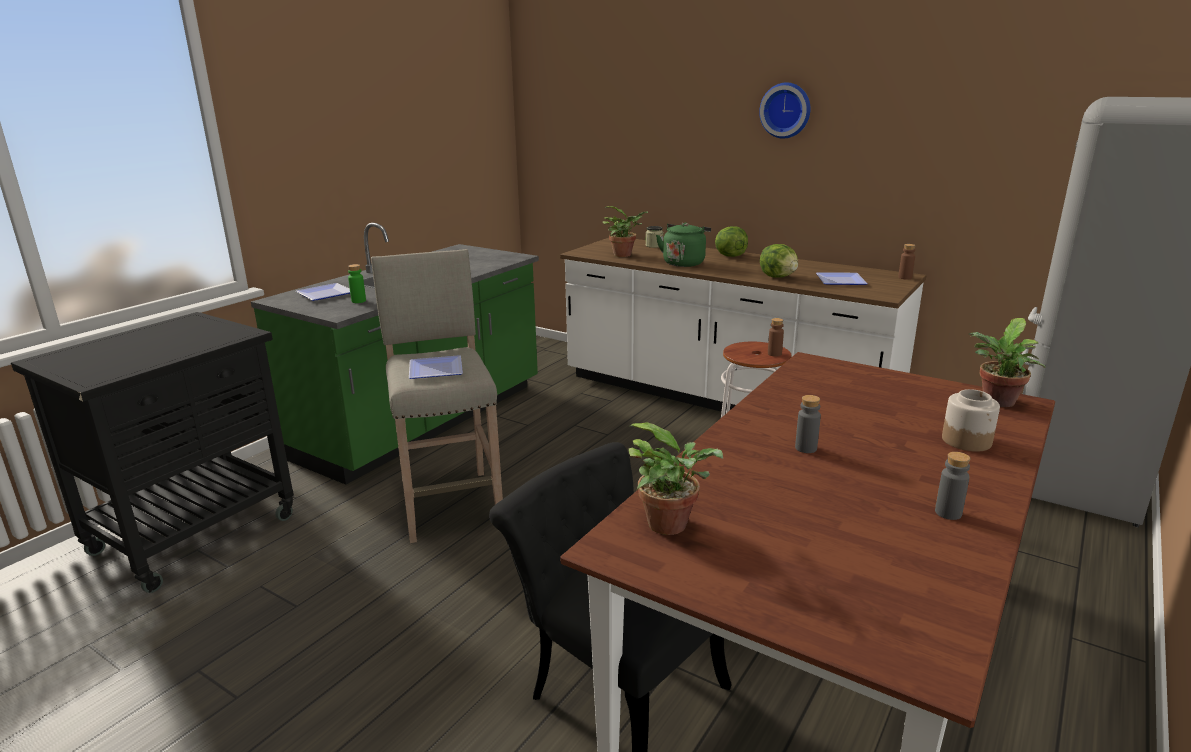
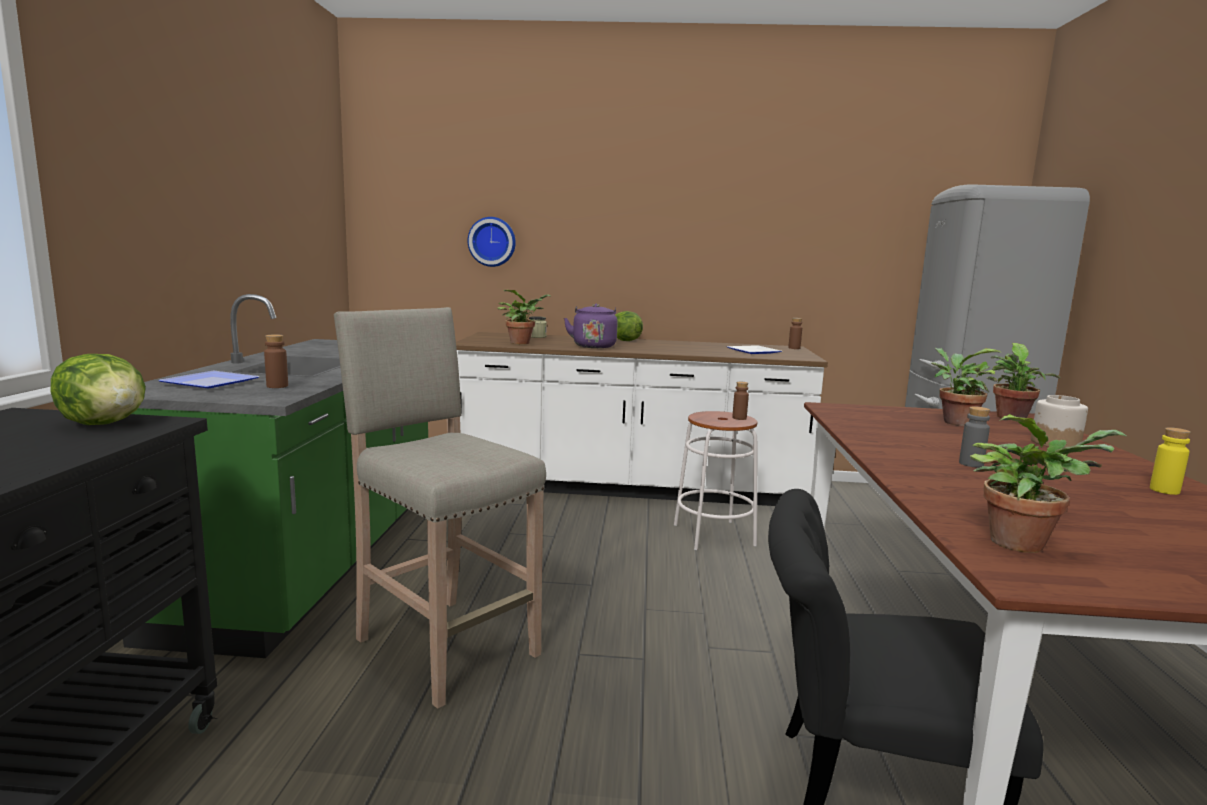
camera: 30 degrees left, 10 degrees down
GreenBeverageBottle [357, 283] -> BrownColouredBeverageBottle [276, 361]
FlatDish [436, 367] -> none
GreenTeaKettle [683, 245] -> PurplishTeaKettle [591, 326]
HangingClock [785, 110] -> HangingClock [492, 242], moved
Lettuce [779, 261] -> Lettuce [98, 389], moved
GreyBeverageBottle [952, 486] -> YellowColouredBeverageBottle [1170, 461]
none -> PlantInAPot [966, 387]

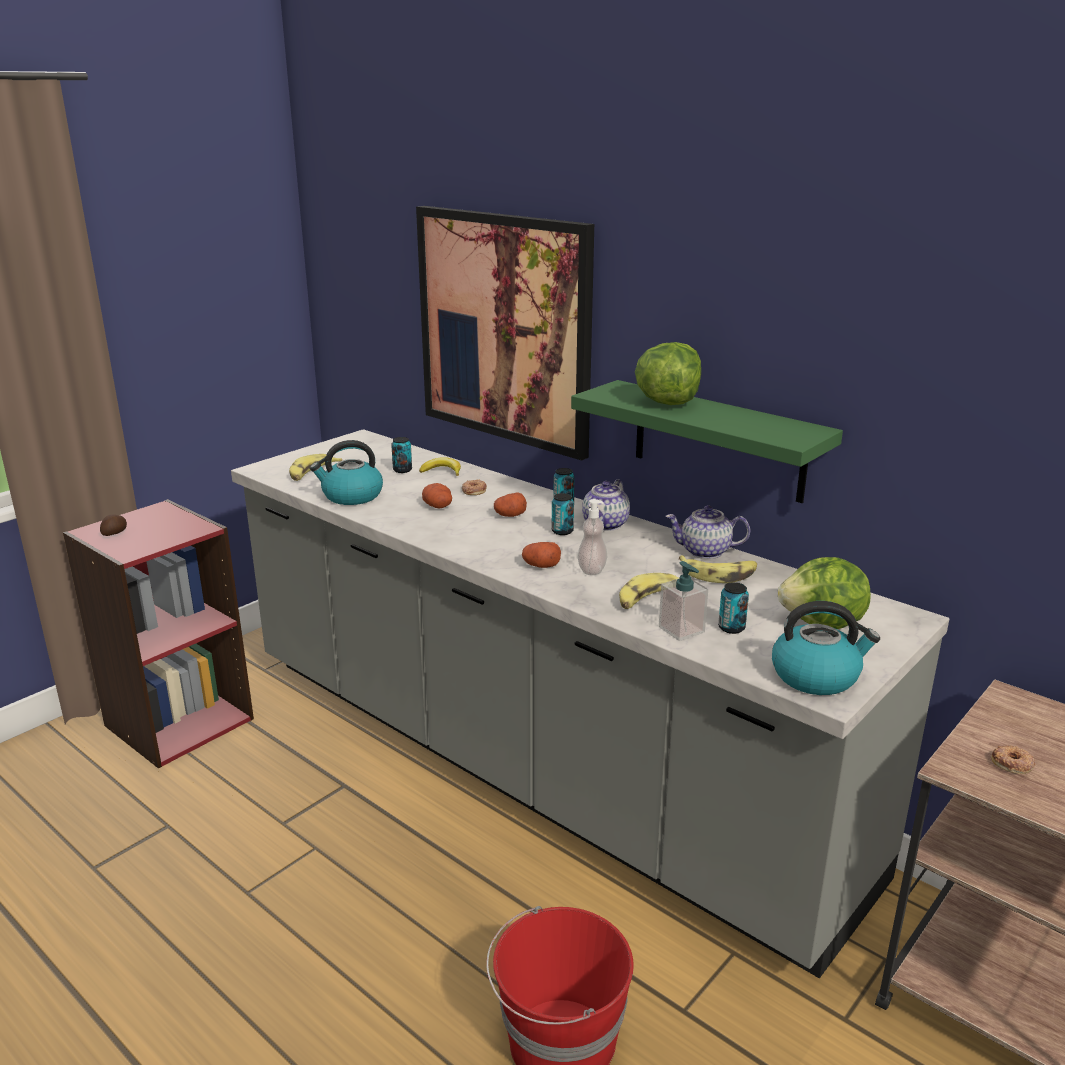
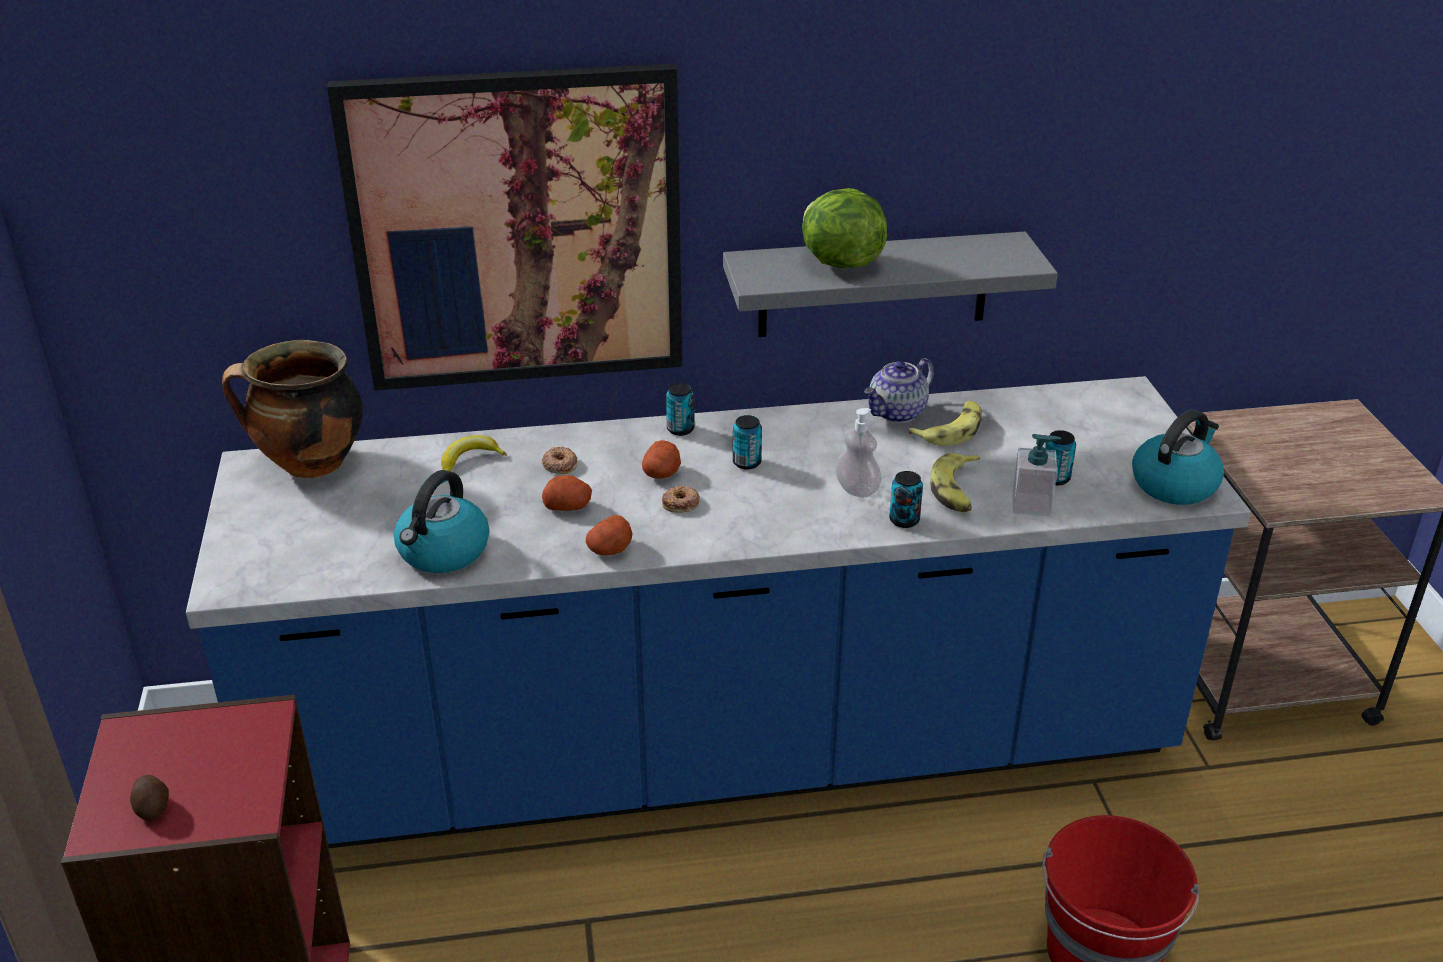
camera: 50 degrees left, 10 degrees up
GreyKitchenBaseUnit [590, 704] -> BluishKitchenBaseUnit [718, 612]
WholeBanana [315, 467] -> none
Can [401, 455] -> Can [906, 499], moved
Spud [541, 555] -> Spud [609, 535], moved
GreenBracketShelf [707, 441] -> GreyBracketShelf [890, 284]
Teapot [606, 505] -> none
Lettuce [824, 593] -> none
Doughnut [1013, 759] -> Doughnut [681, 499], moved
none -> Saucepot [292, 409]

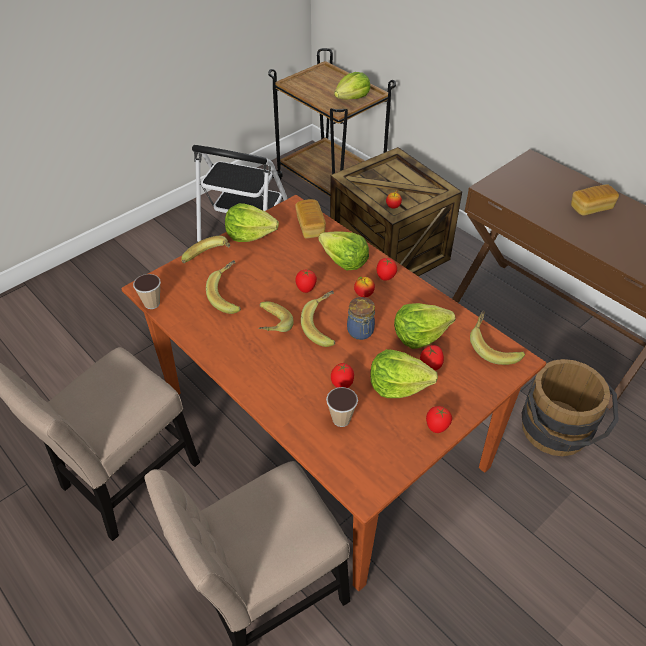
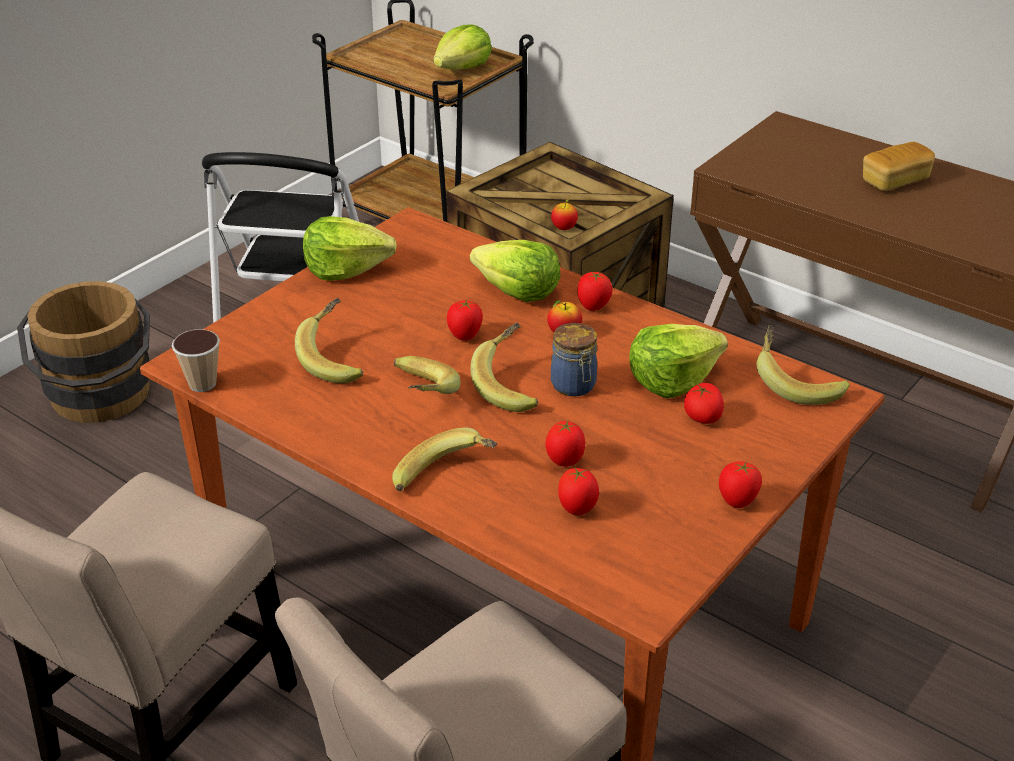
camera: 10 degrees left, 10 degrees down
WholeBanana [206, 249] -> WholeBanana [444, 459], moved
Bread [310, 218] -> none
DrinkingCup [342, 407] -> FreshTomato [578, 491]
Lettuce [404, 373] -> none
BrownColouredPail [570, 407] -> BrownColouredPail [83, 352], moved

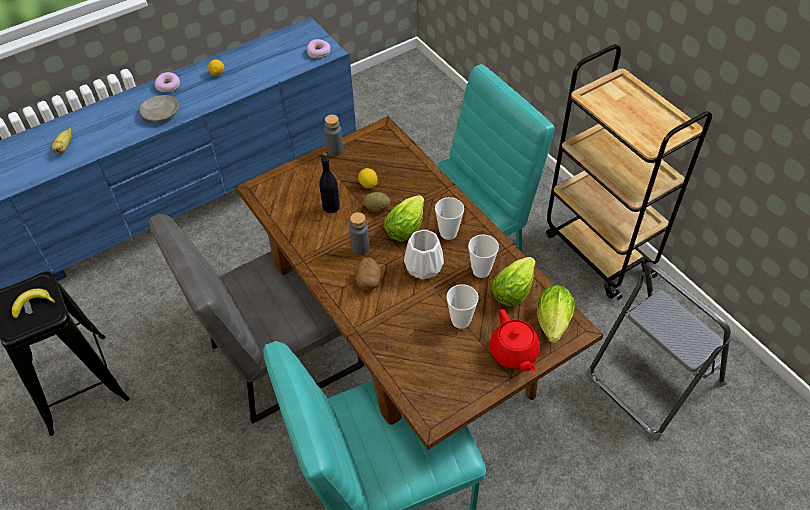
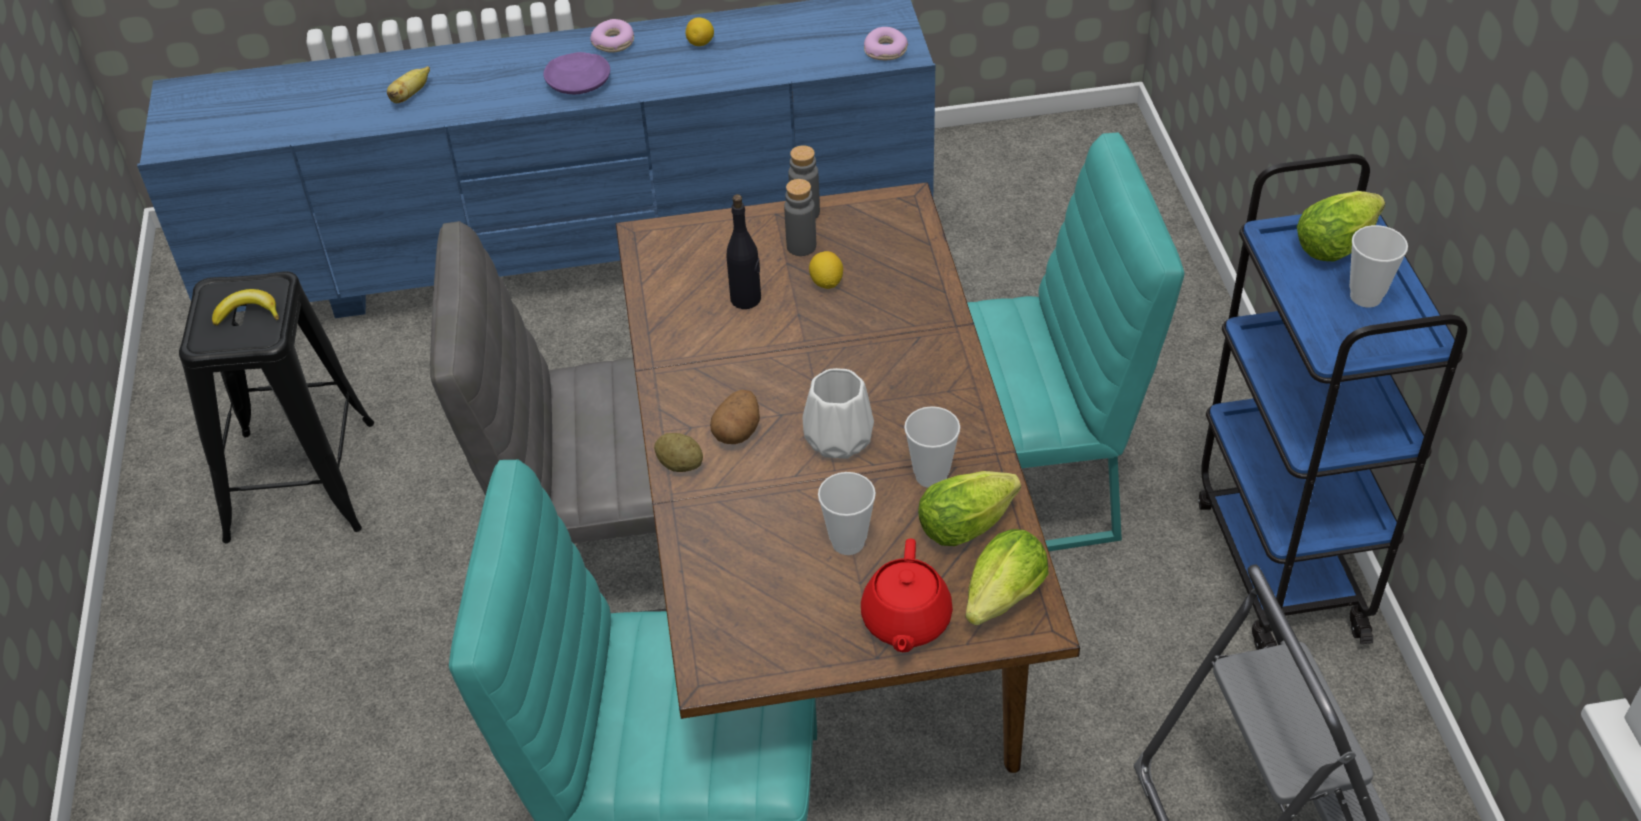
camera: 25 degrees right, 5 degrees down
BeigeColouredFlatDish [159, 108] -> PurplishFlatDish [576, 73]
GreyBeverageBottle [359, 233] -> GreyBeverageBottle [800, 217], moved
Spud [376, 202] -> Spud [678, 452], moved
Lettuce [404, 218] -> Lettuce [1341, 226], moved
DrinkingCup [449, 218] -> DrinkingCup [1379, 266], moved
BrownColouredCart [629, 172] -> BluishCart [1332, 402]

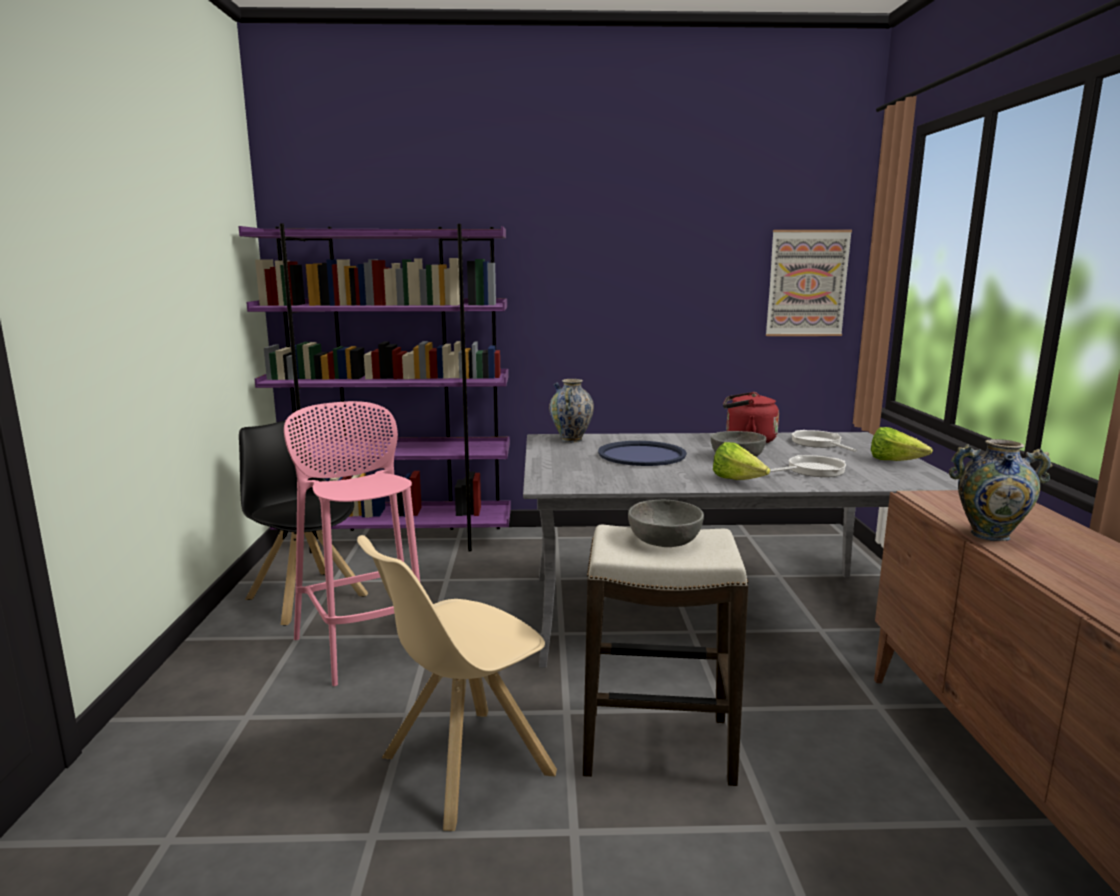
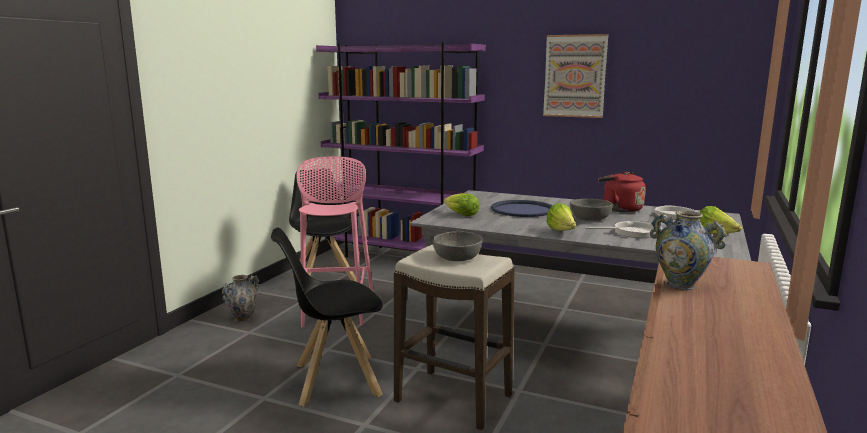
camera: 25 degrees right, 0 degrees up
BeigeColouredPlainChair [457, 683] -> BlackColouredPlainChair [327, 317]
Vase [571, 411] -> Vase [241, 298], moved
Picture [809, 283] -> Picture [575, 76], moved
none -> Lettuce [461, 204]

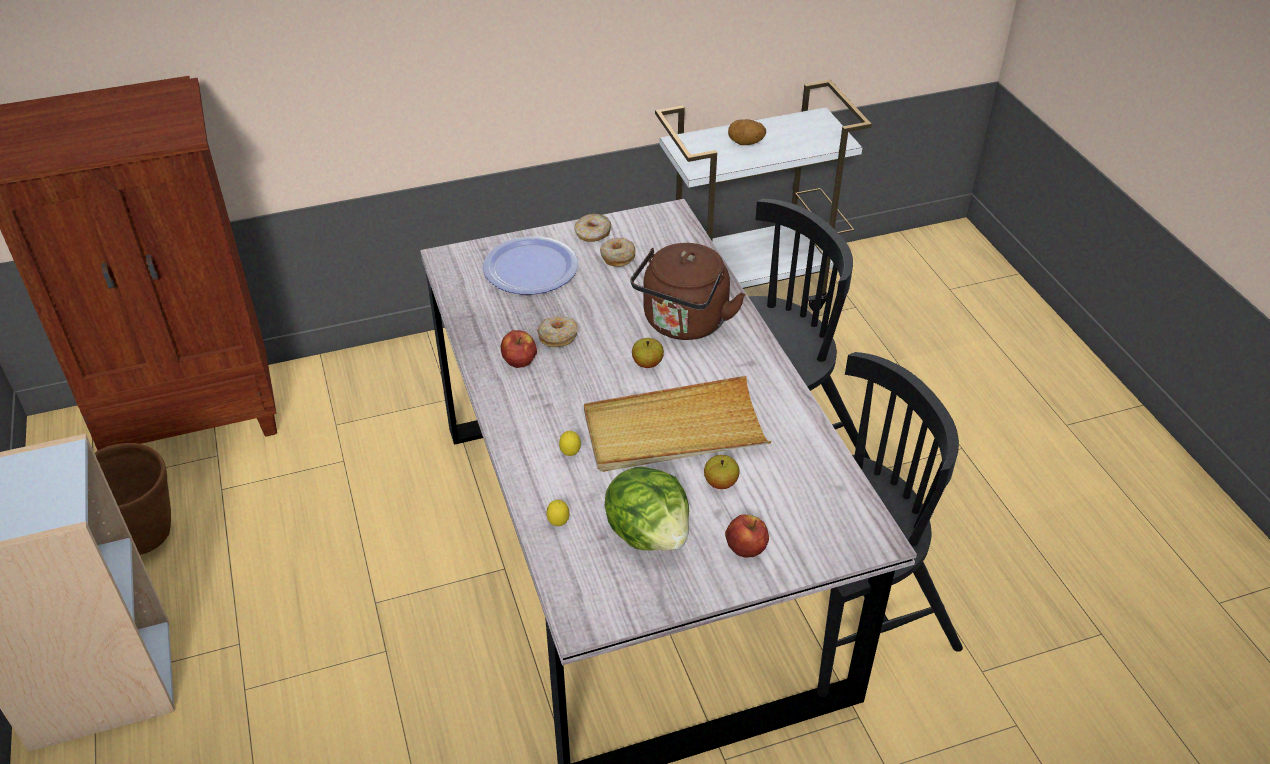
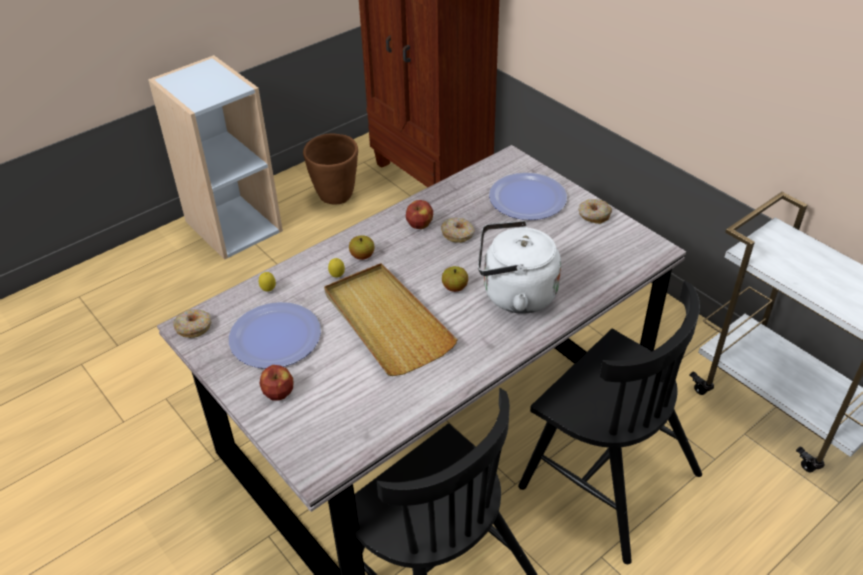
camera: 70 degrees right, 0 degrees up
Doughnut [618, 252] -> Doughnut [192, 323], moved
Lettuce [647, 508] -> FlatDish [275, 335]
BrownColouredTeaKettle [688, 291] -> WhiteTeaKettle [519, 267]
AppleFruit [722, 472] -> AppleFruit [361, 247], moved
Spud [747, 132] -> none

